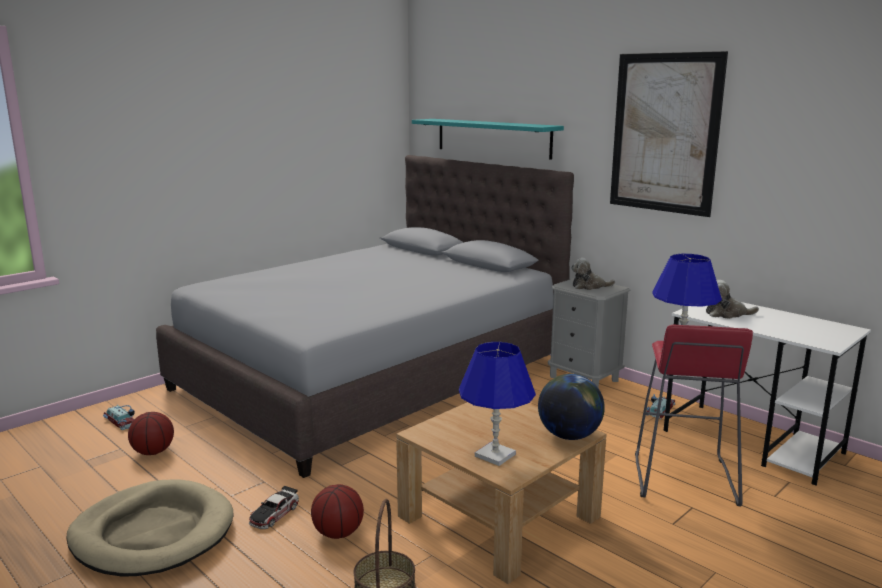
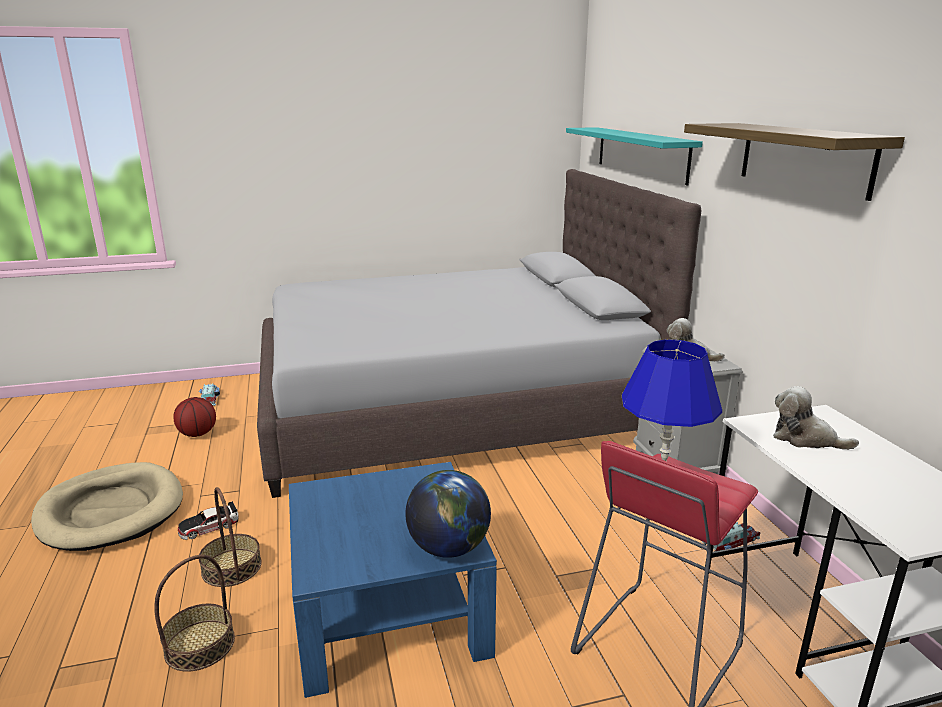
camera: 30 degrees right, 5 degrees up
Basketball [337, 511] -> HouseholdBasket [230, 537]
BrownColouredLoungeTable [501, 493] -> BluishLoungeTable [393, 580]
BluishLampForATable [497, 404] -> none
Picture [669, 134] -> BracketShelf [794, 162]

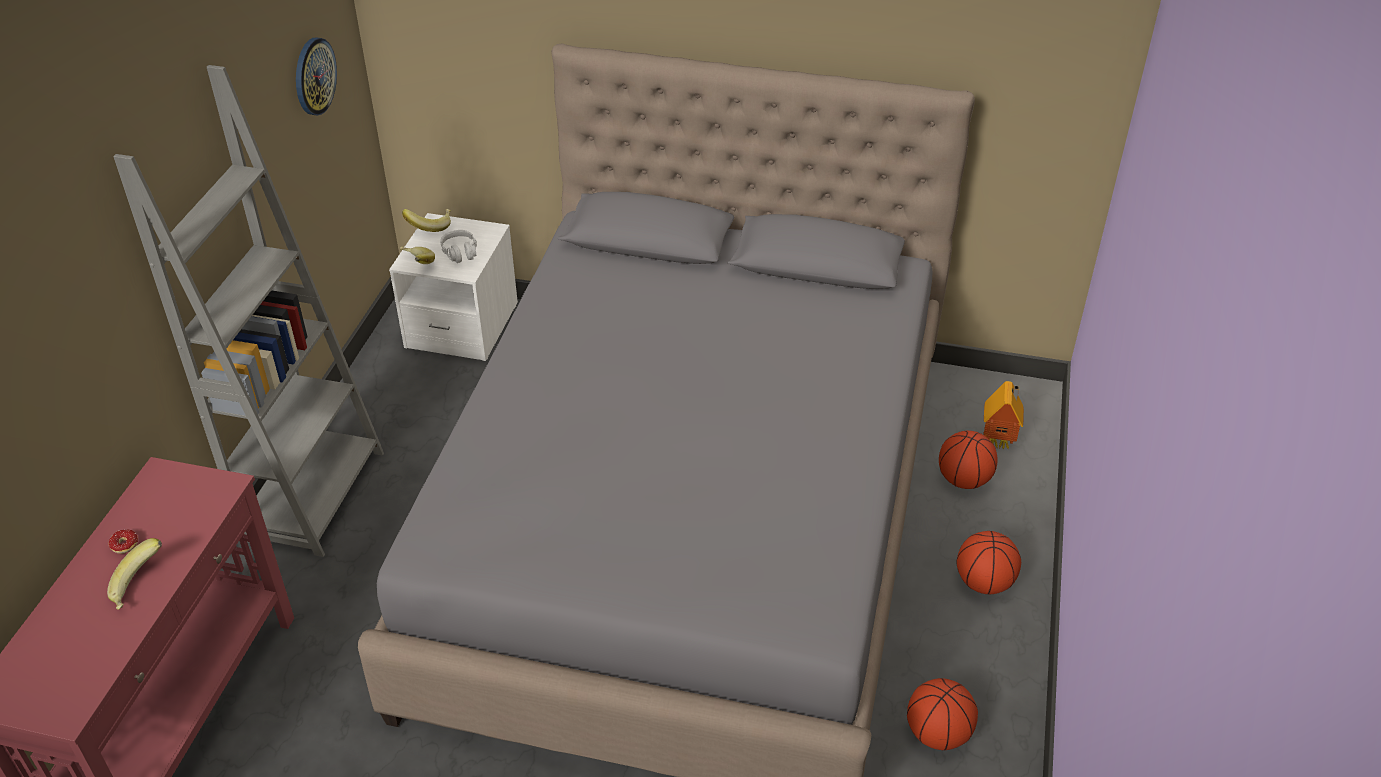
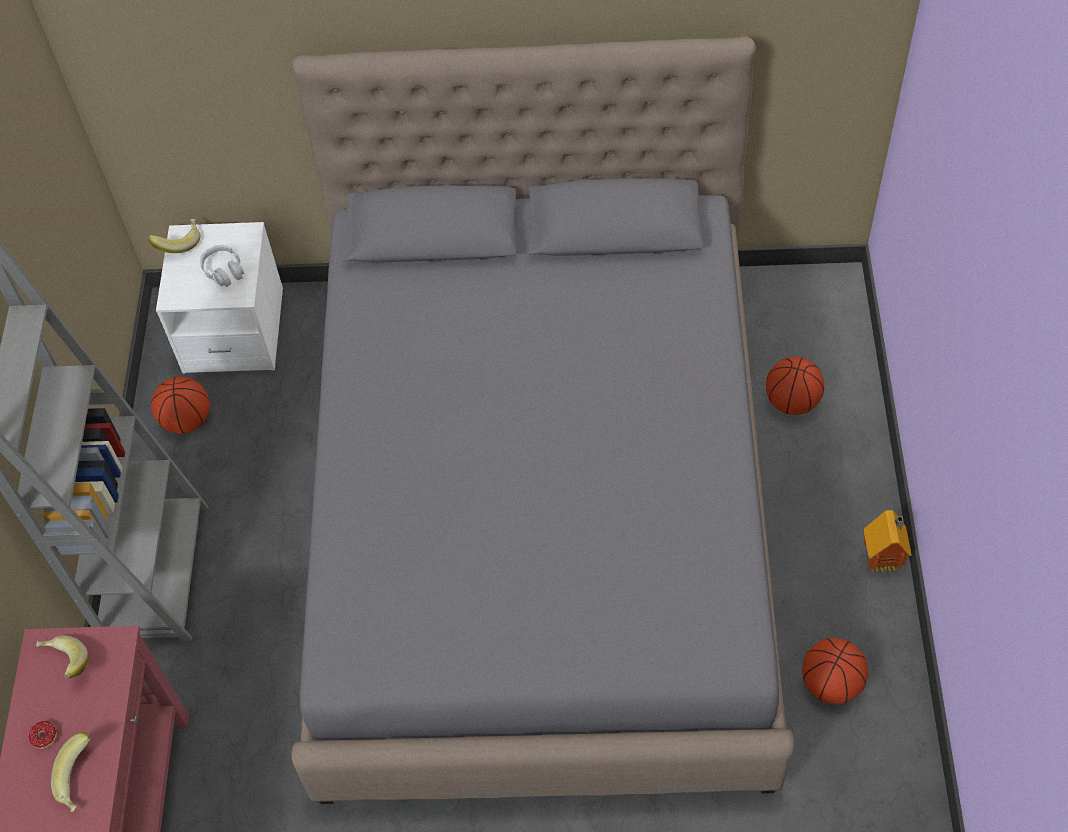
camera: 10 degrees left, 15 degrees up
HangingClock [316, 76] -> none
WholeBanana [417, 255] -> WholeBanana [62, 657], moved
Basketball [989, 562] -> Basketball [180, 405], moved
ToyHouse [1003, 415] -> ToyHouse [887, 541], moved

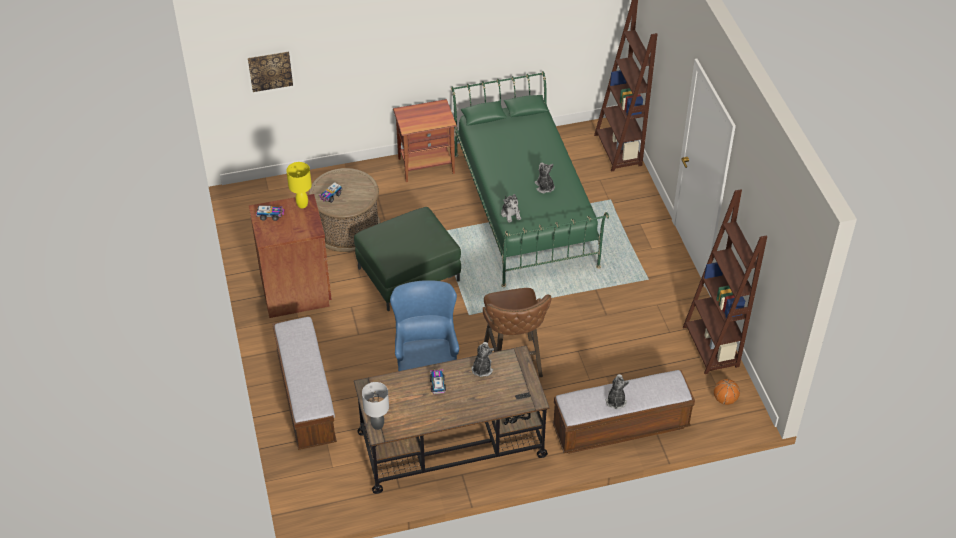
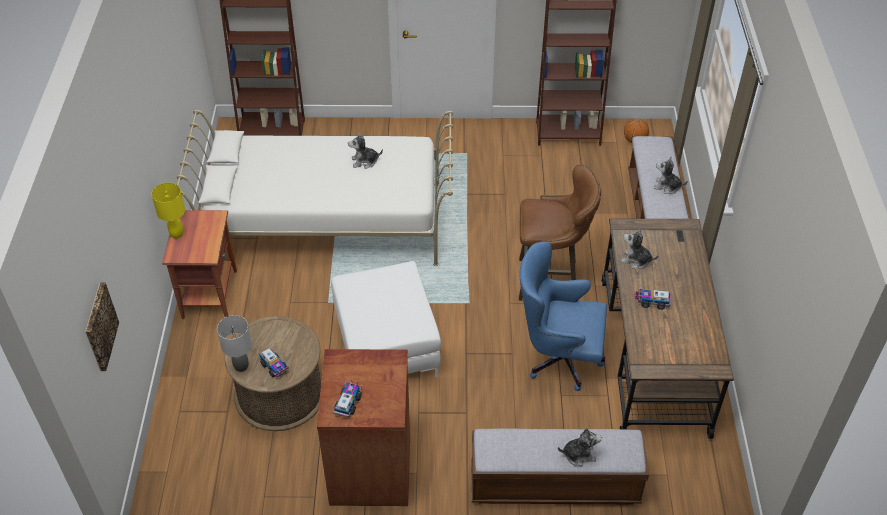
camera: 75 degrees left, 0 degrees up
YellowColouredLampForATable [299, 185] -> YellowColouredLampForATable [168, 210], moved
GreenFootrest [407, 259] -> WhiteFootrest [386, 319]
GreyLampForATable [375, 406] -> GreyLampForATable [234, 343], moved
GreenBed [530, 179] -> WhiteBed [315, 188]
PlushToy [511, 208] -> PlushToy [580, 447], moved

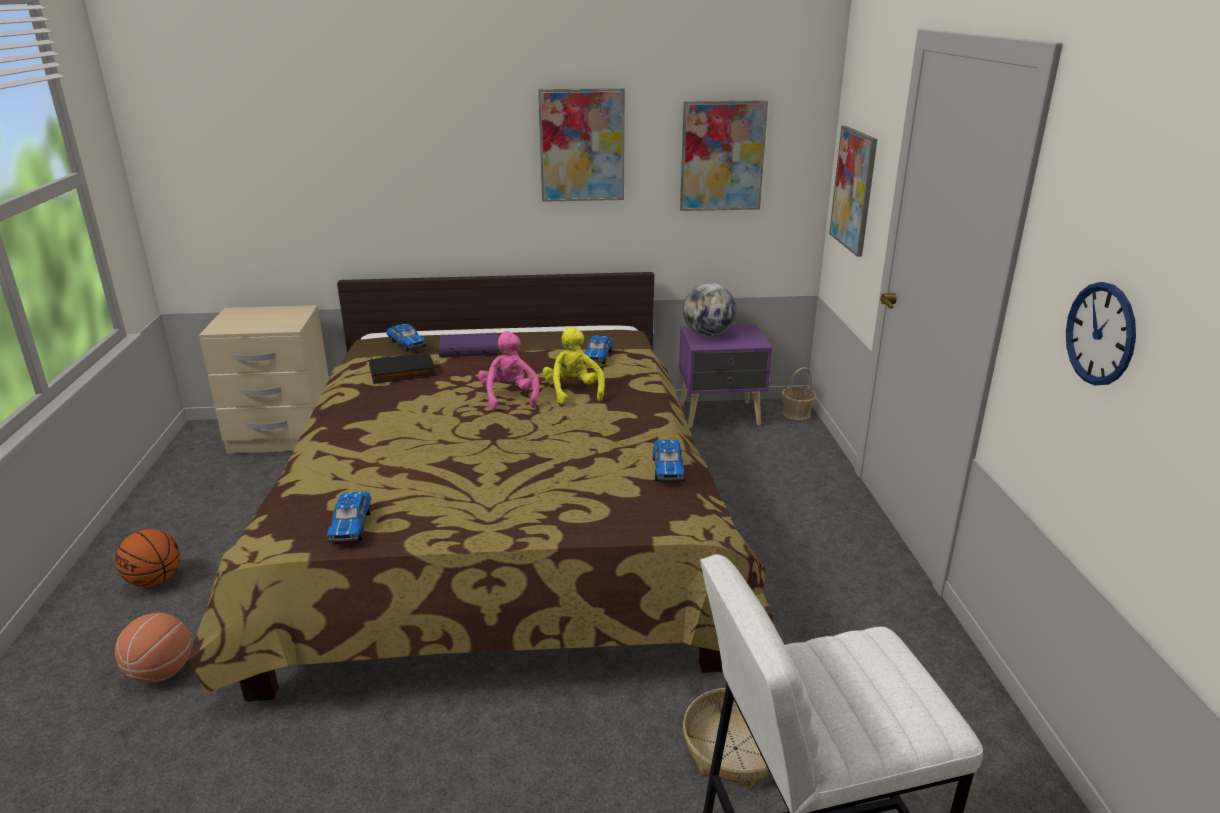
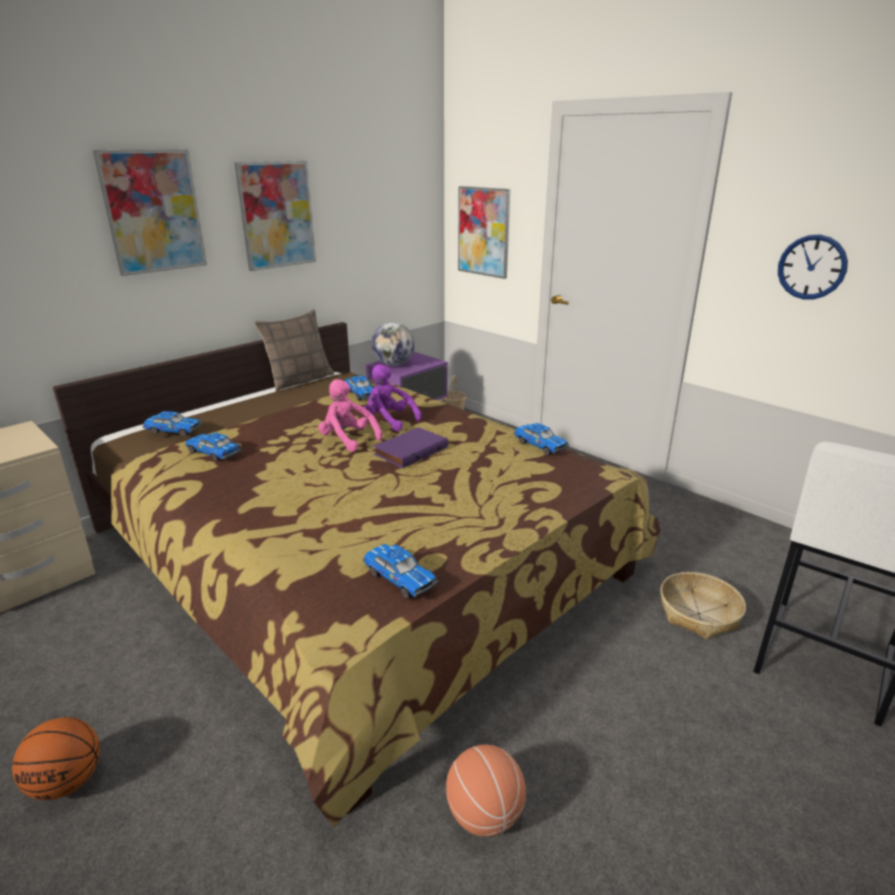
camera: 40 degrees left, 0 degrees up
Basketball [153, 648] -> Basketball [486, 791], moved
BlackColouredBook [402, 368] -> ToyCar [213, 447]
PurplishBook [468, 345] -> PurplishBook [410, 447], moved
YellowColouredPlushToy [574, 365] -> PurplishPlushToy [393, 397]
Picture [724, 155] -> Picture [150, 212], moved
none -> Pillow [294, 350]

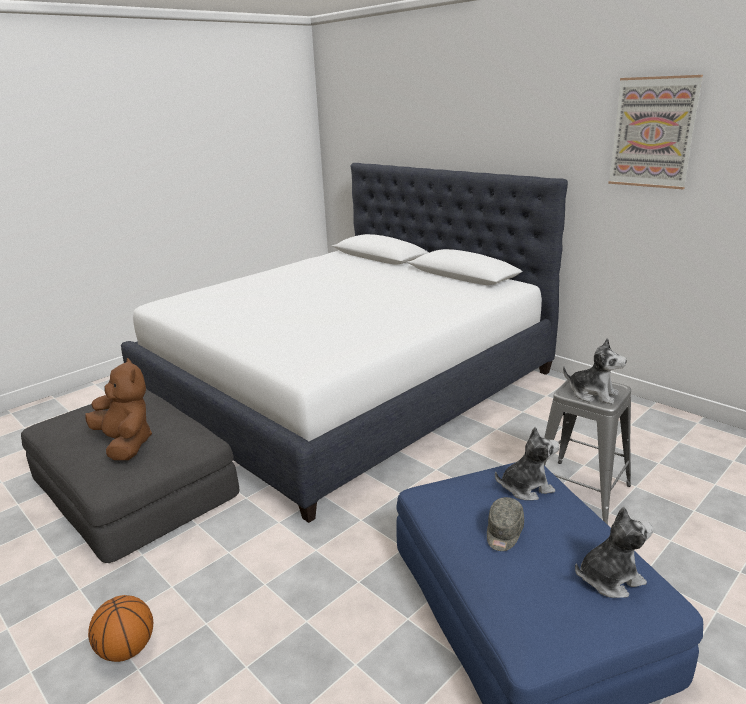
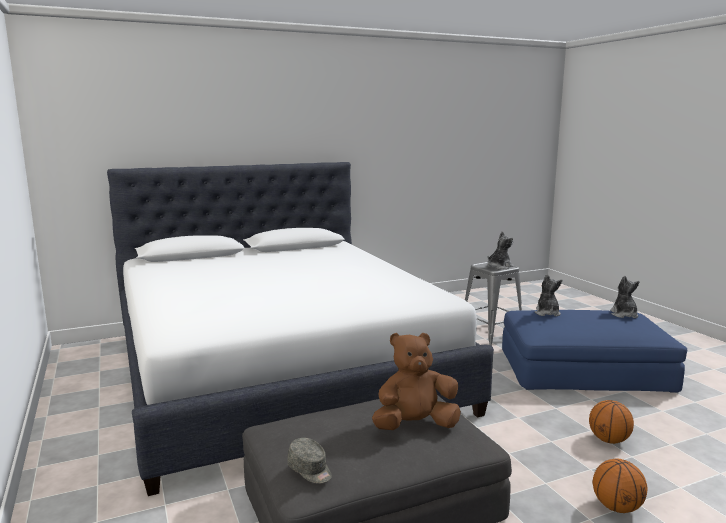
camera: 70 degrees left, 10 degrees down
GreyCap [505, 524] -> GreyCap [309, 461], moved
Picture [655, 132] -> none
none -> Basketball [611, 422]

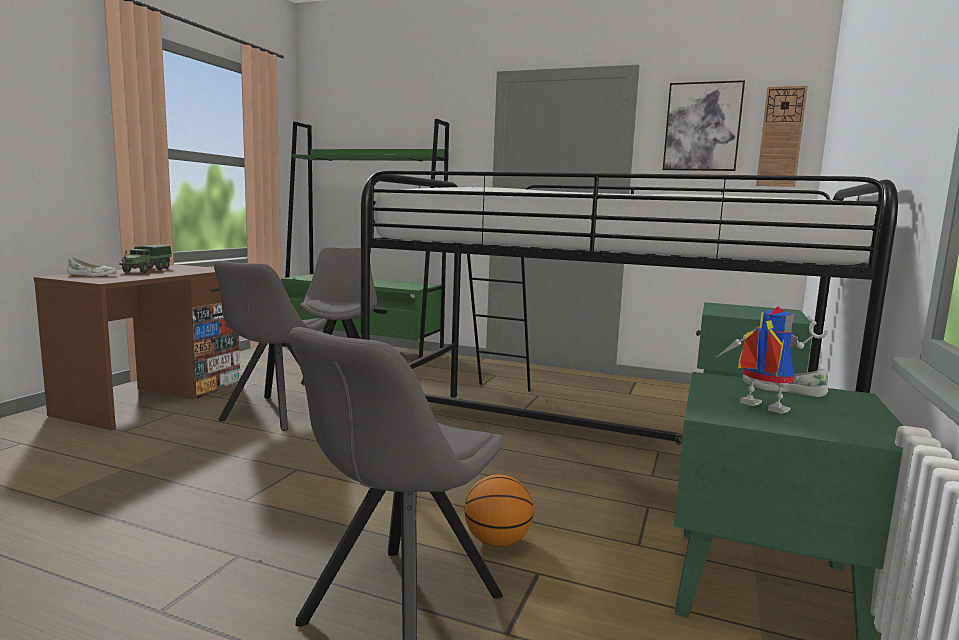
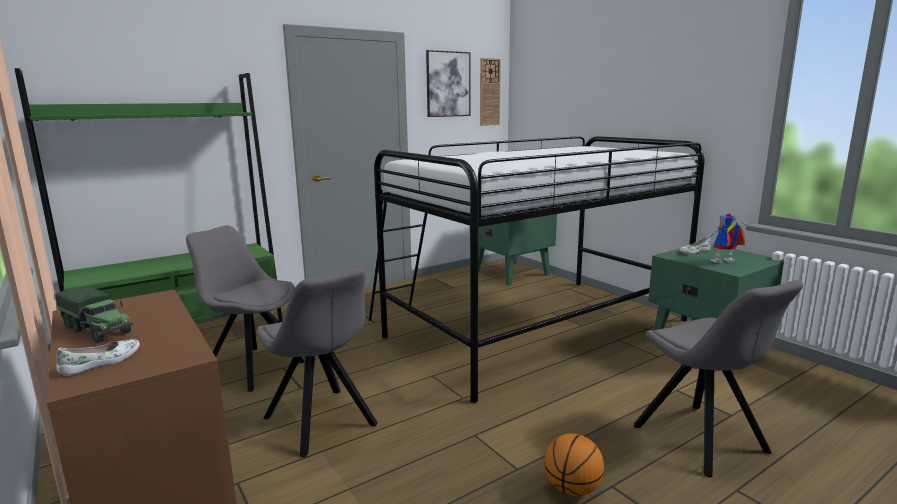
camera: 55 degrees left, 5 degrees up
Basketball [499, 510] -> Basketball [574, 464], moved

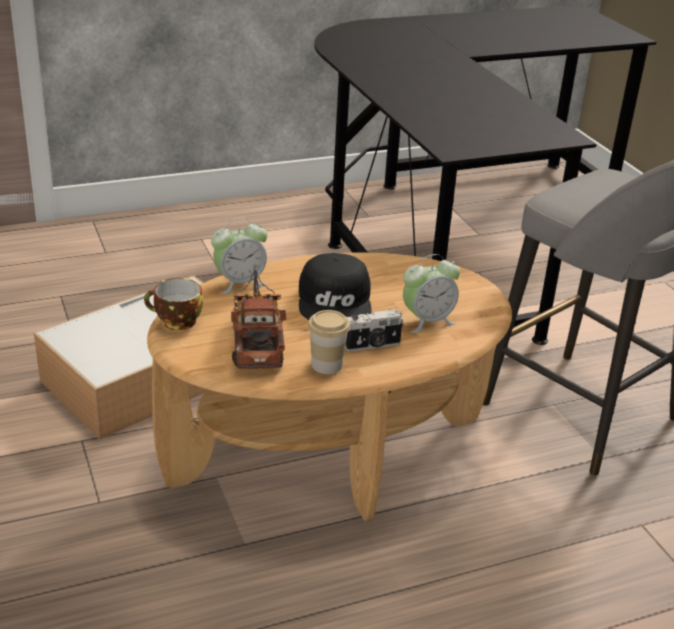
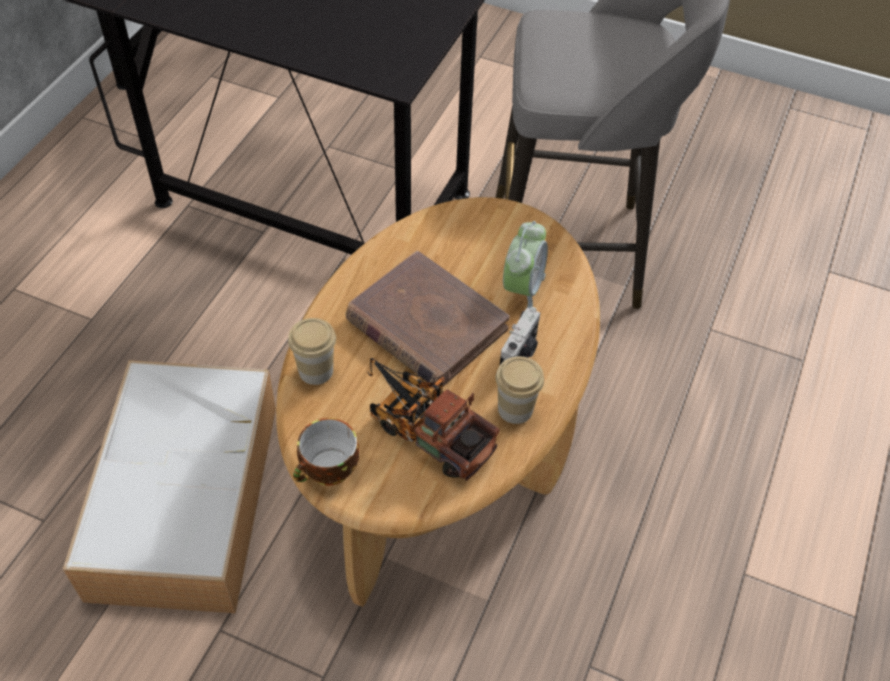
camera: 45 degrees left, 20 degrees up
AlarmClock [239, 256] -> DrinkingCup [312, 351]
BlackColouredCap [335, 286] -> BrownColouredBook [427, 318]

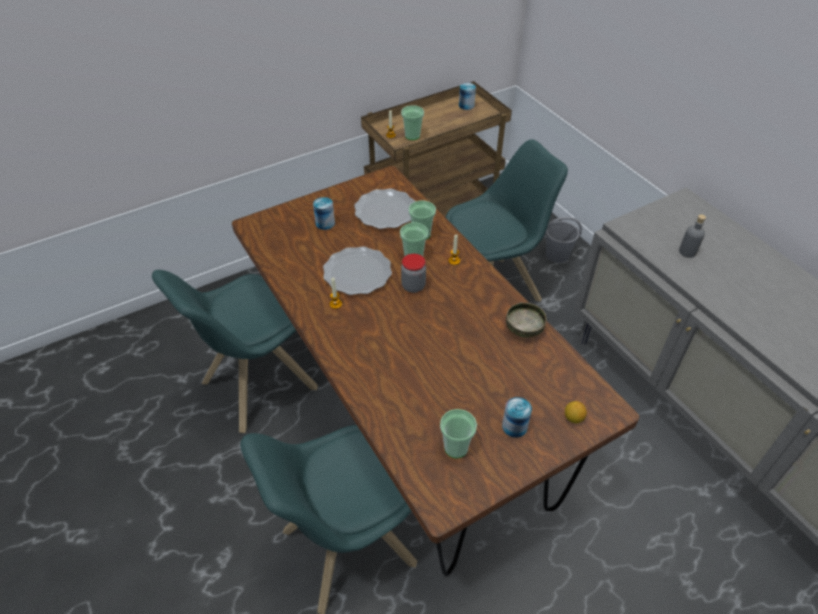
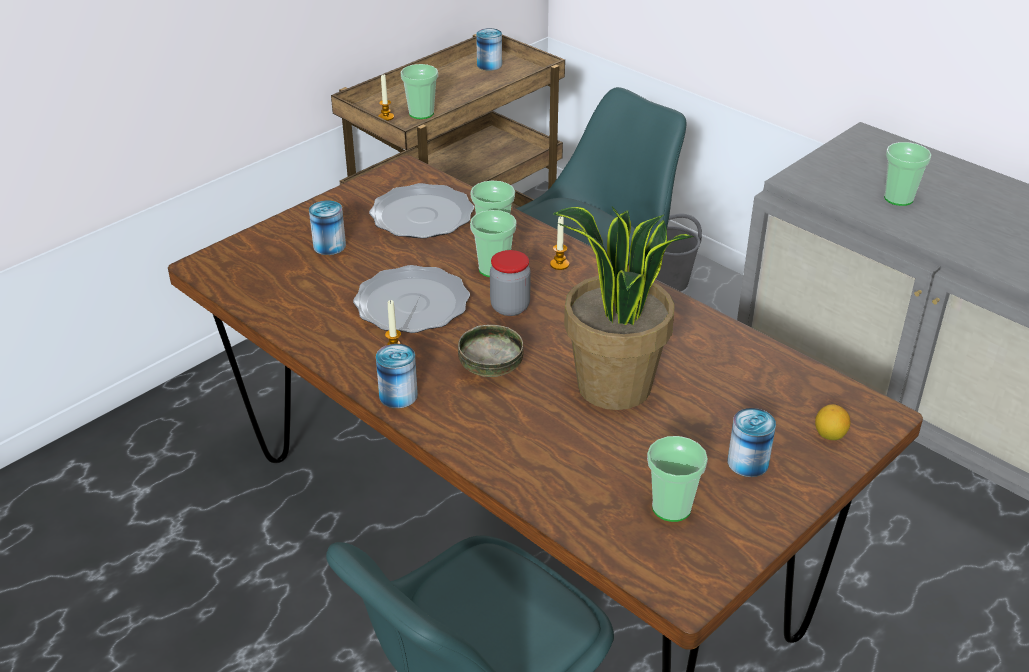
camera: 15 degrees left, 10 degrees down
BlueGreenPlainChair [235, 351] -> none
Bowl [526, 320] -> Bowl [491, 351], moved
GreyBeverageBottle [692, 236] -> DrinkingCup [907, 174]
none -> Can [397, 376]
none -> PlantInAPot [623, 308]

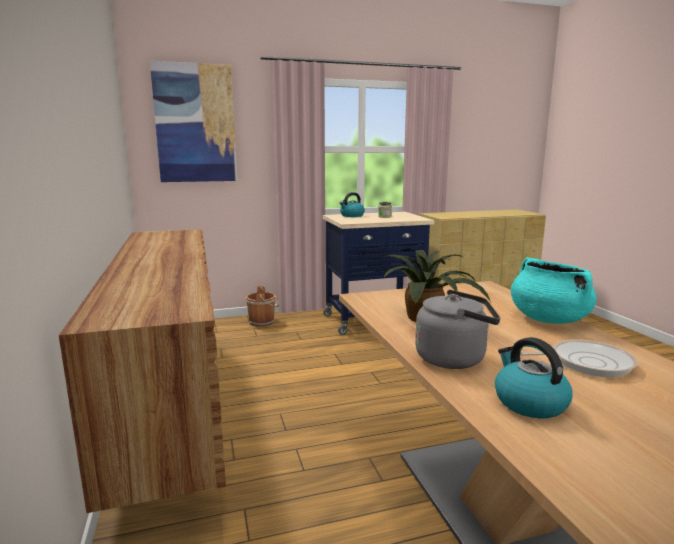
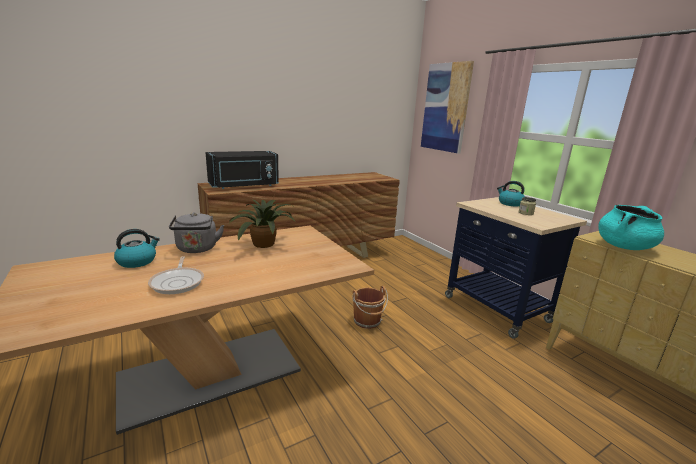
camera: 75 degrees right, 5 degrees up
BrownColouredPail [262, 306] -> BrownColouredPail [370, 307], moved
BlueGreenSaucepot [554, 290] -> BlueGreenSaucepot [631, 227], moved
none -> BlackColouredMicrowave [242, 170]

